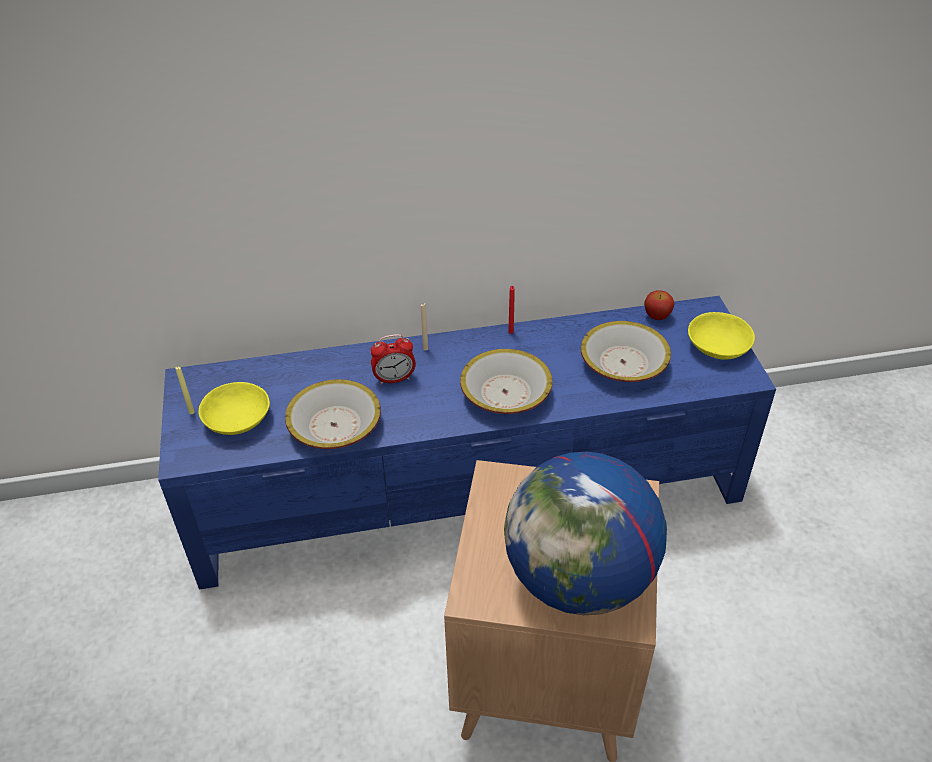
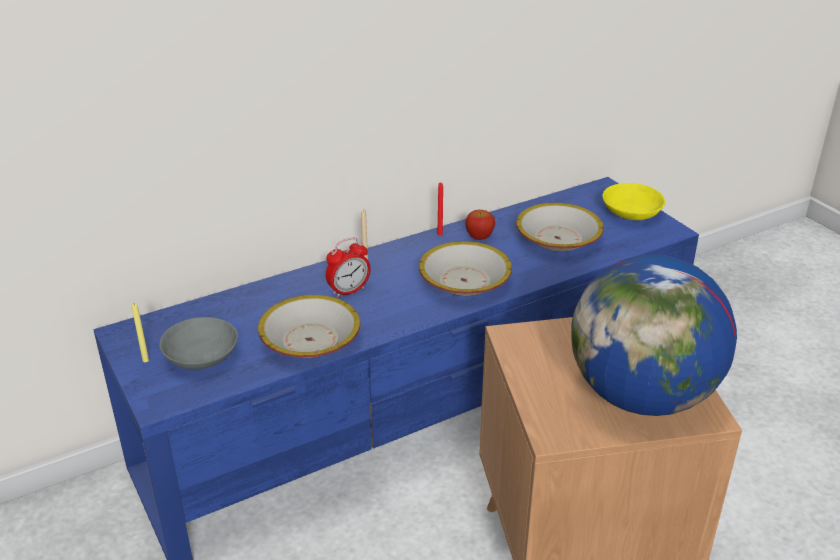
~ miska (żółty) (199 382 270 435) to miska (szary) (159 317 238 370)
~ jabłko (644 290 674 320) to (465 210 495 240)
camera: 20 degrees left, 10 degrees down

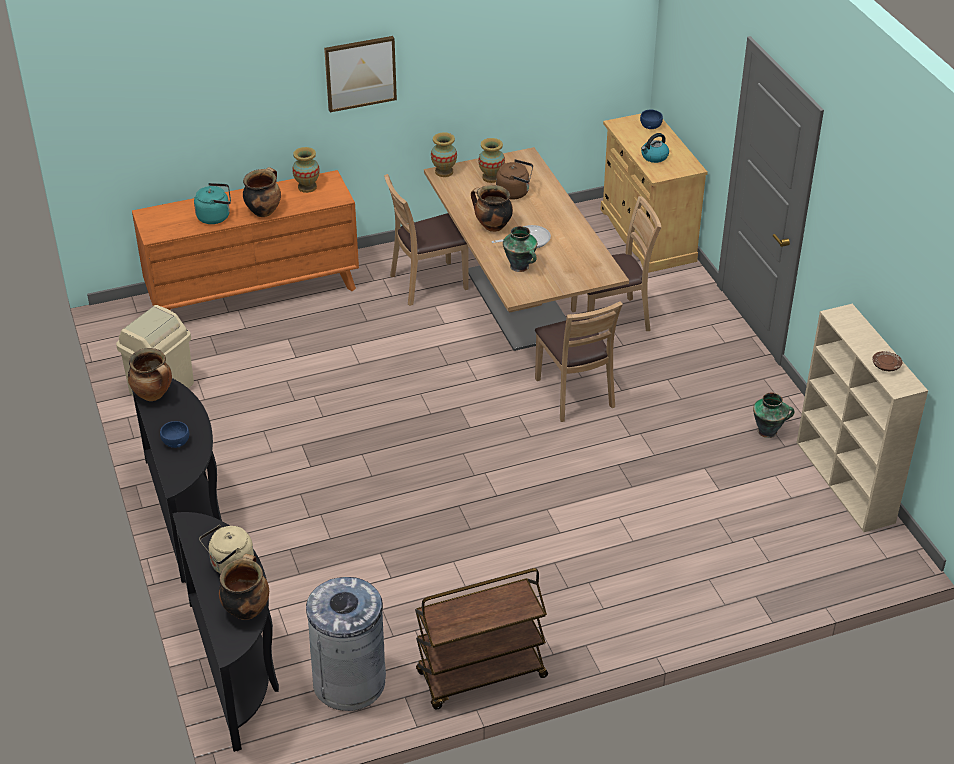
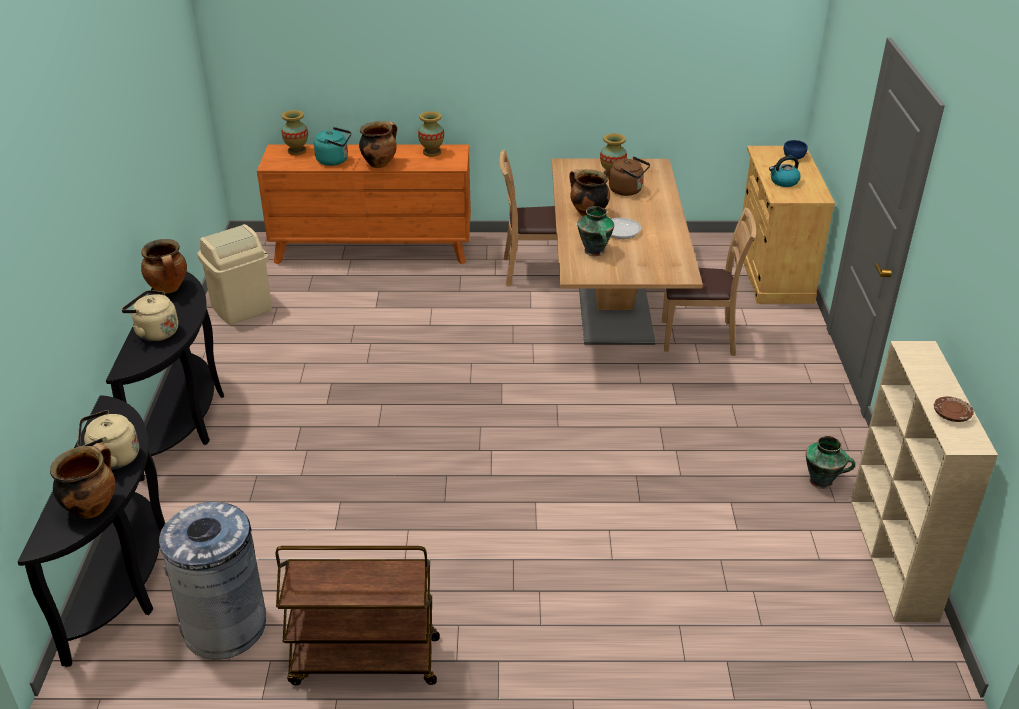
~ miska (niebieski) (160 421 189 448) to czajnik (beżowy) (121 290 178 341)
~ wazon (431 132 457 177) to (281 110 308 155)
- obraz (324 36 397 112)
- krzesło (brązowy) (535 301 623 422)
camera: 20 degrees right, 5 degrees down

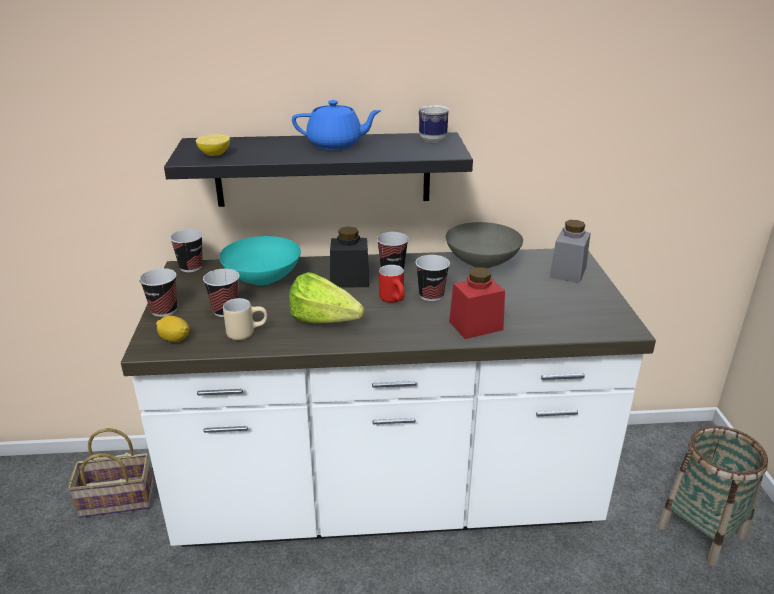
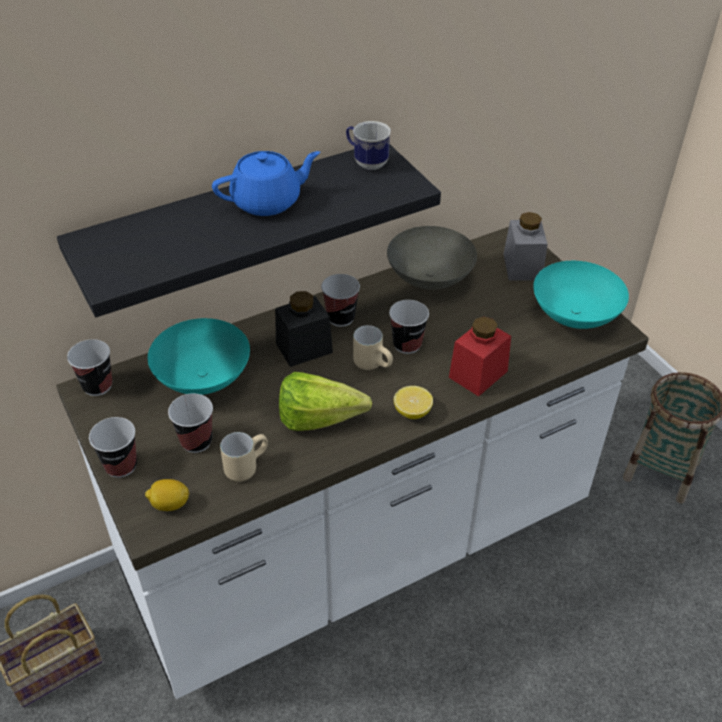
~ kubek (czerwony) (379 265 405 303) to kubek (beżowy) (353 325 393 370)
~ cytryna (196 134 230 156) to (394 386 433 419)
+ miska (turkusowy) (533 261 629 329)
camera: 25 degrees left, 15 degrees up

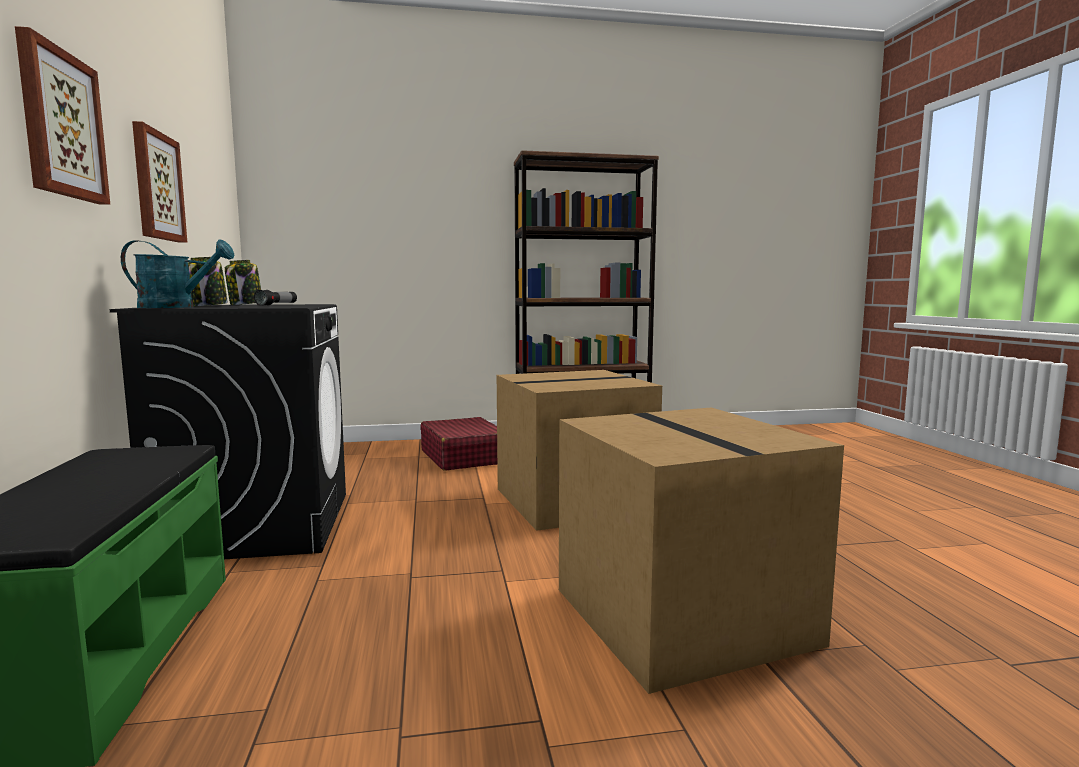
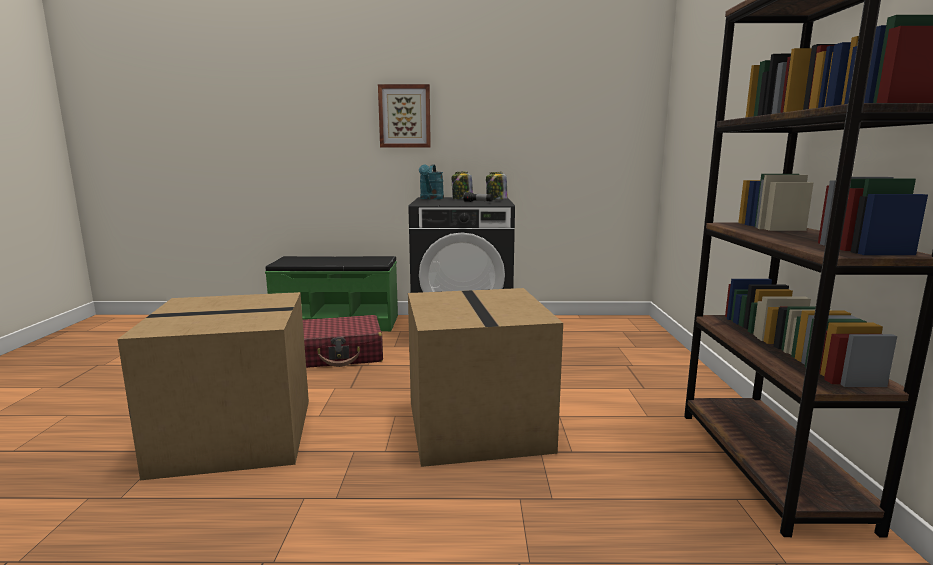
~ walizka (czerwony) (420 417 497 471) to (303 315 383 368)
- obraz (132 121 187 243)
camera: 100 degrees right, 5 degrees up

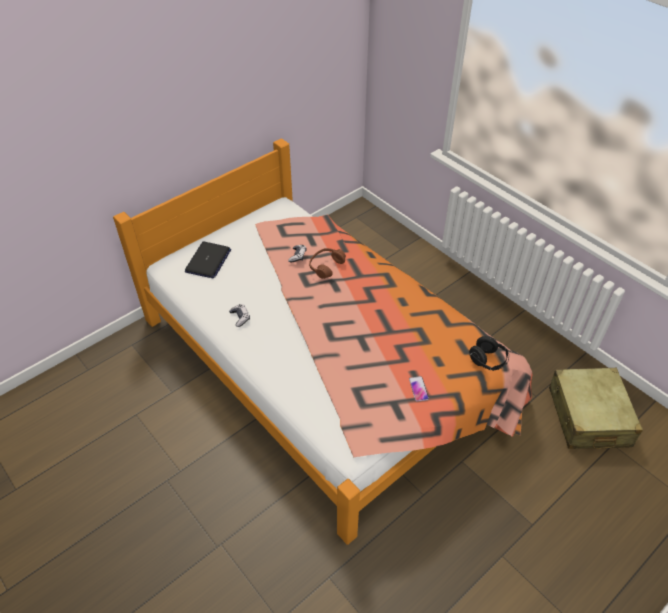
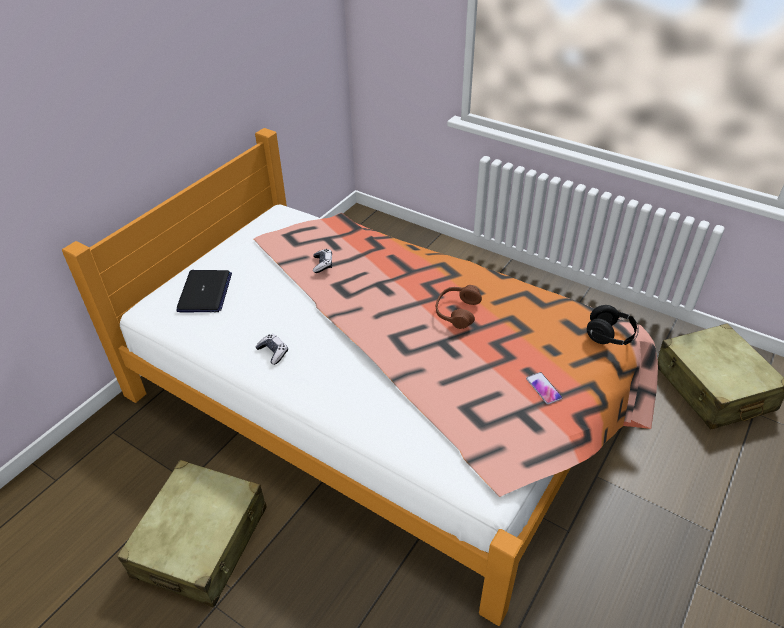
+ walizka (beżowy) (117 460 267 607)
~ słuchawki (brązowy) (309 248 346 279) to (436 285 482 329)
camera: 15 degrees left, 5 degrees down

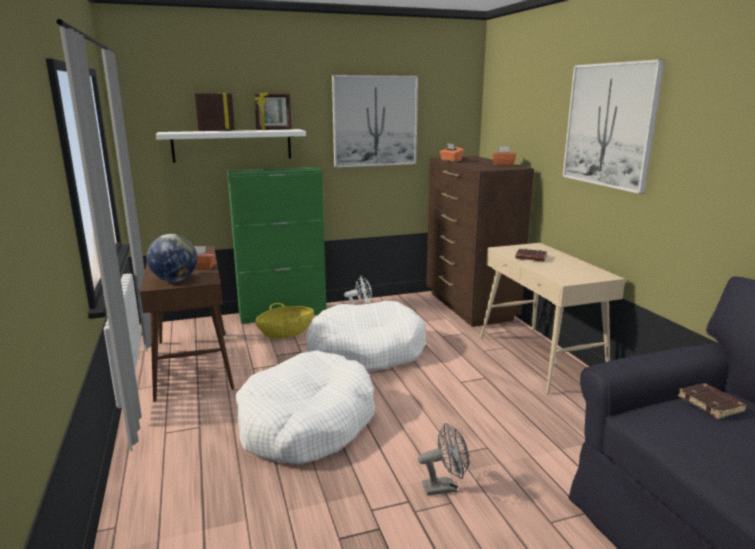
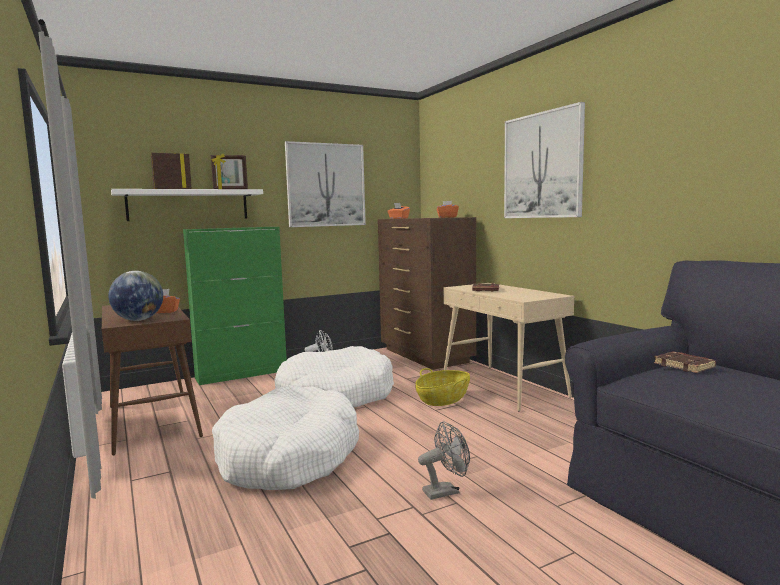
~ koszyk (255 303 314 339) to (415 368 470 406)
camera: 10 degrees left, 10 degrees down

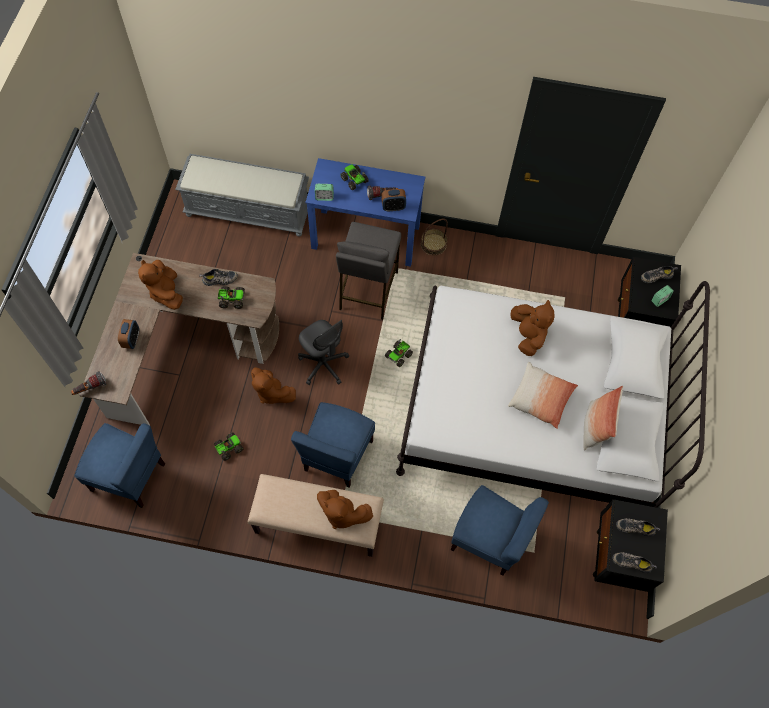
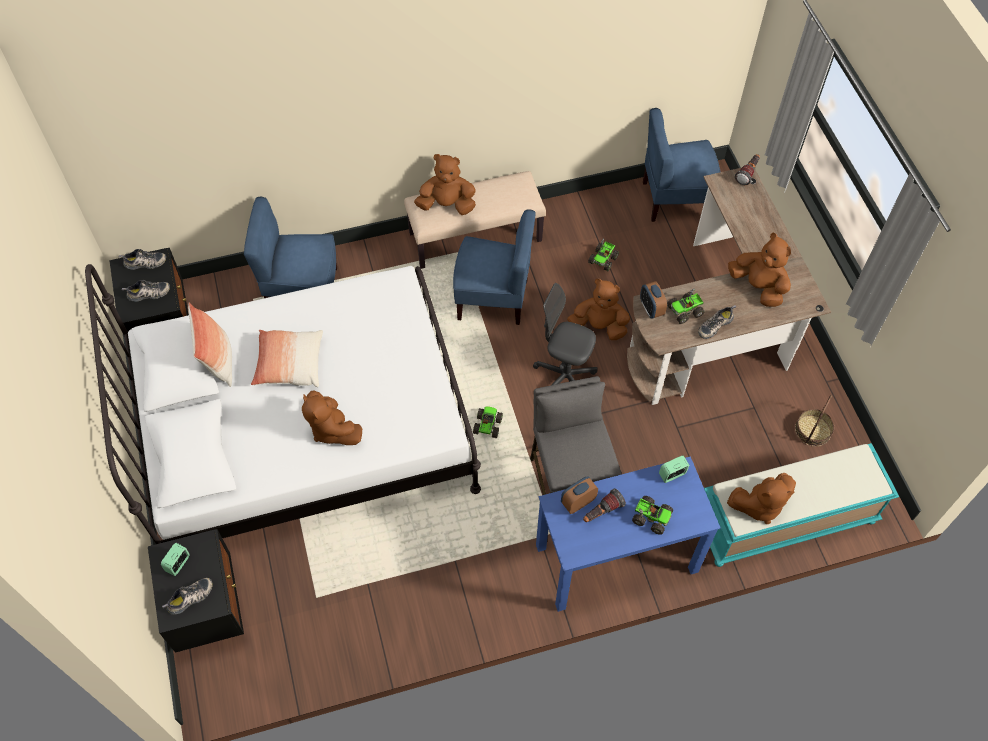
~ krzesło (niebieski) (291 402 375 488) = (453 209 536 325) 105 degrees clockwise
~ budzik (118 319 139 349) to (640 281 667 319)
~ ławka (szary) (175 154 309 237) to ławka (turkusowy) (704 443 899 567)
+ pluszak (brązowy) (727 473 796 524)
~ koszyk (420 219 448 256) to (795 395 834 447)
camera: 155 degrees right, 5 degrees down

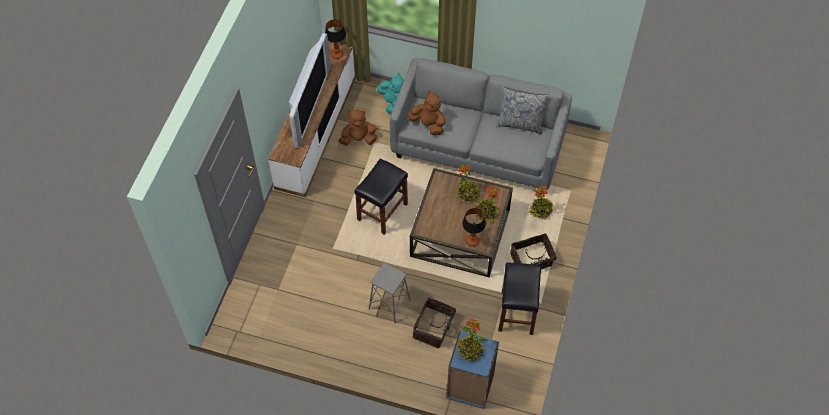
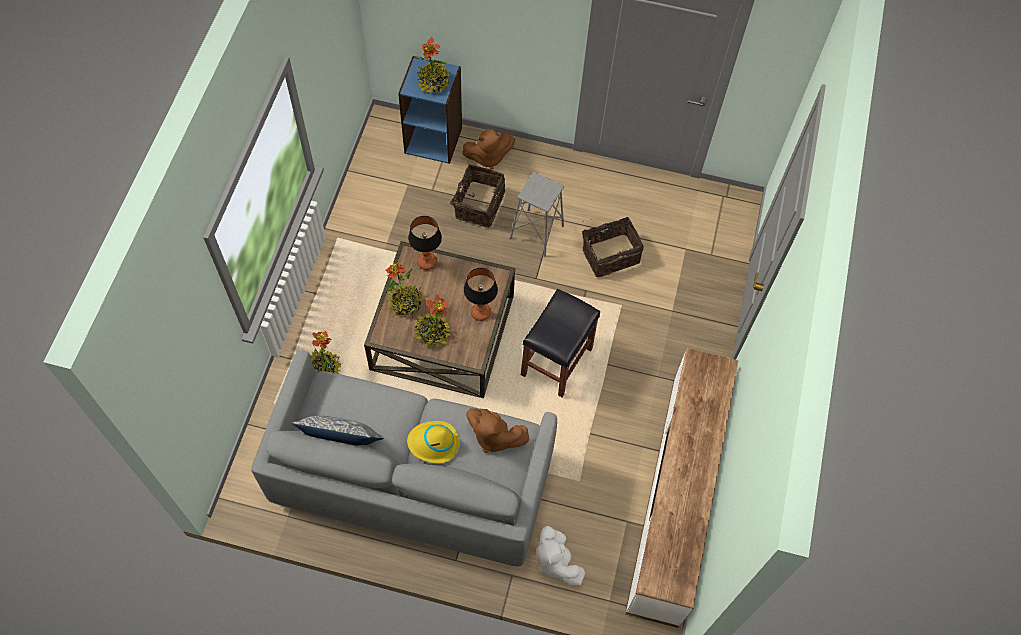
+ kapelusz (żółty) (407 421 460 464)
~ pluszak (brązowy) (339 110 377 146) to (462 129 515 170)
~ lampa stołowa (325 19 346 59) to (464 268 498 321)
~ pluszak (turkusowy) (377 73 404 114) to pluszak (biały) (537 526 585 586)
~ koszyk (510 233 557 269) to (582 217 644 277)
- telewizor (289 33 331 148)
- stołek (czarny) (498 262 541 335)
camera: 175 degrees right, 5 degrees up

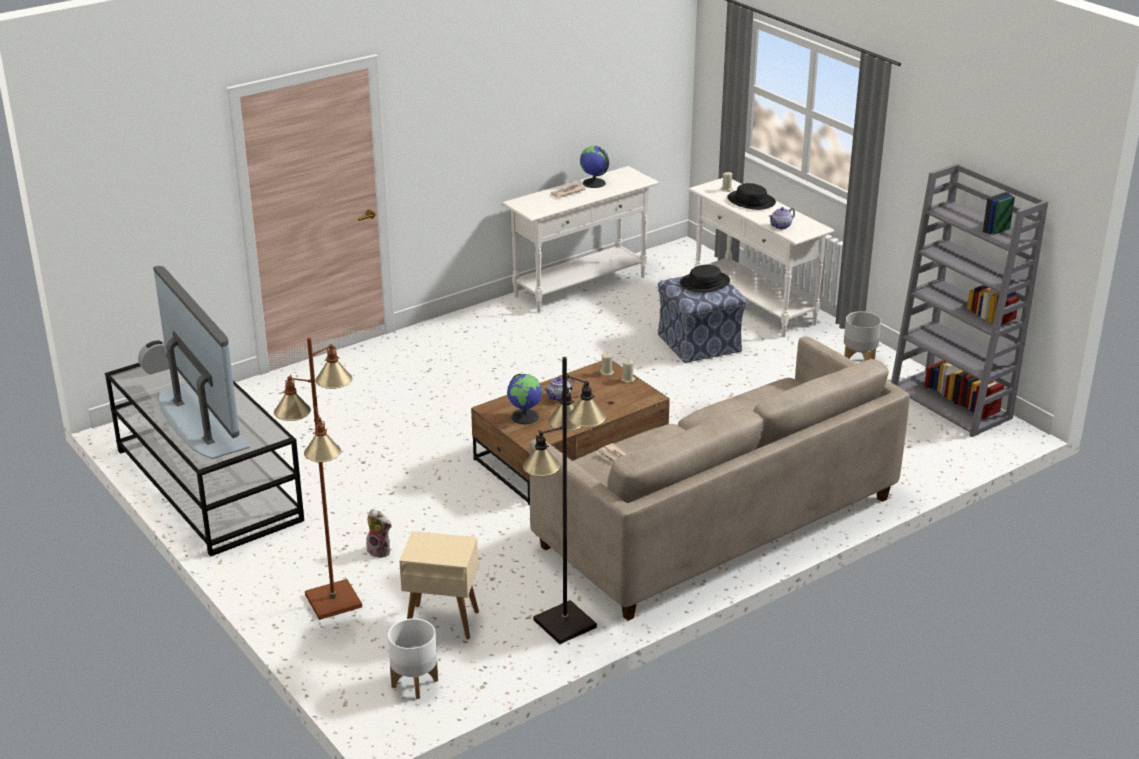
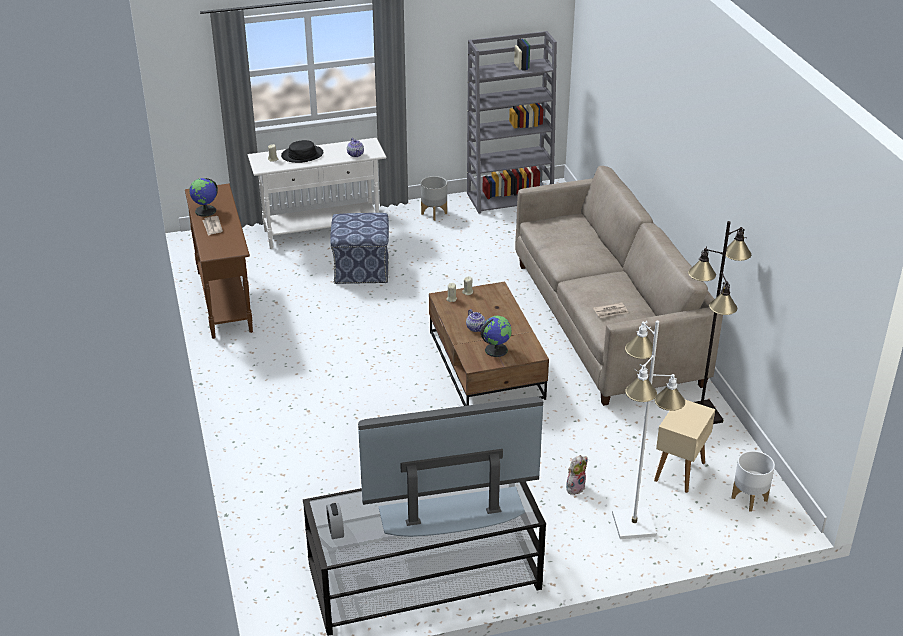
~ stolik konsolowy (biały) (502 166 659 313) to stolik konsolowy (brązowy) (185 184 253 339)
~ lampa stojąca (brązowy) (274 337 362 620) to lampa stojąca (biały) (612 321 685 539)
- kapelusz (czarny) (680 264 730 292)
camera: 70 degrees left, 5 degrees up

